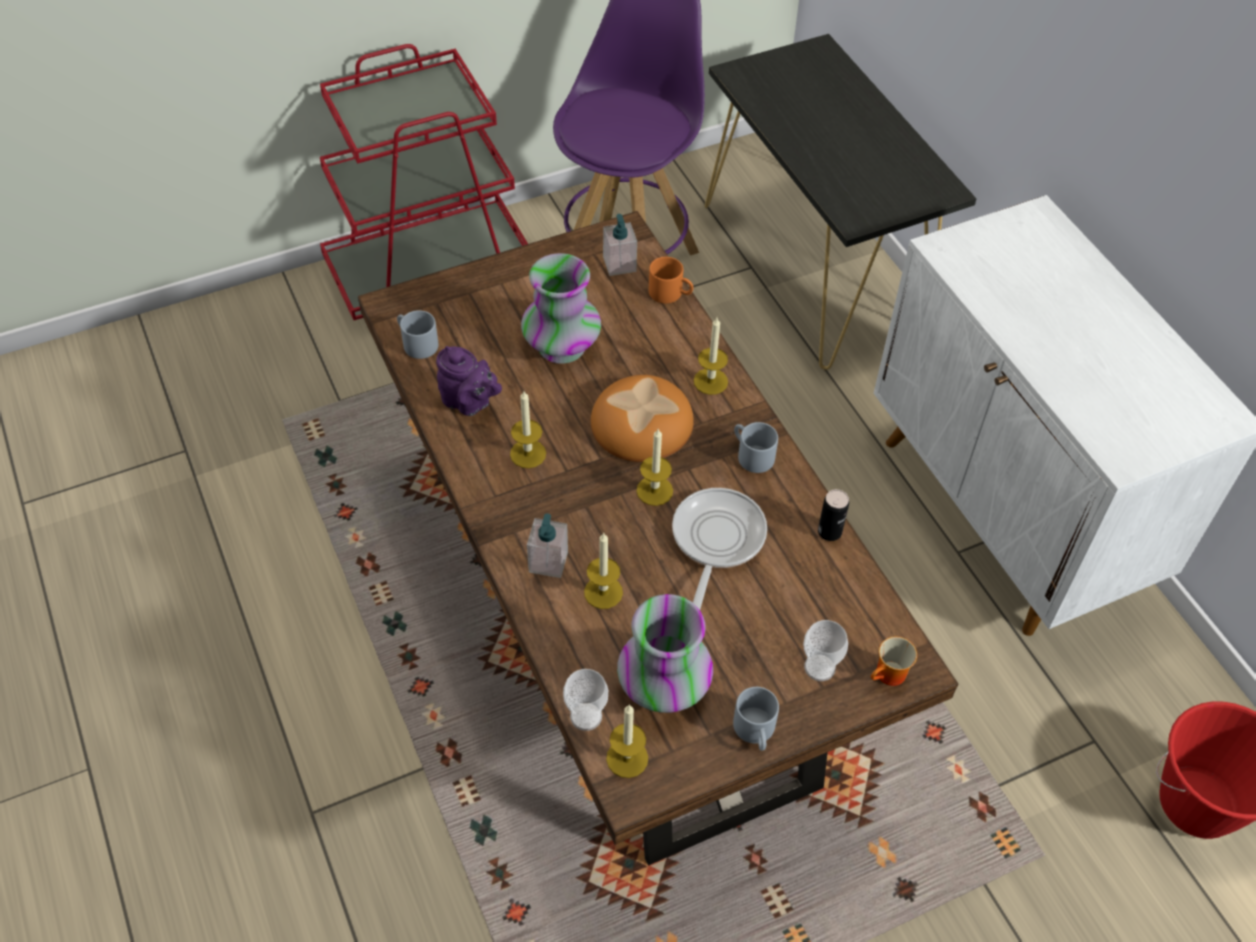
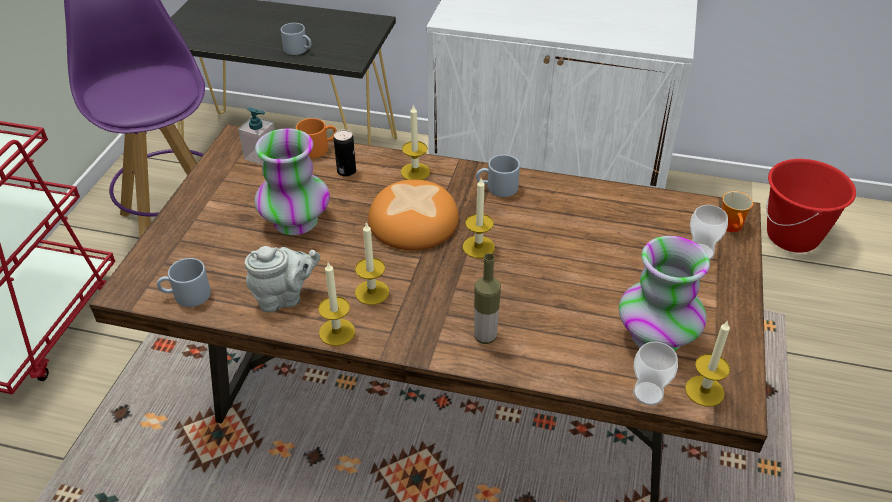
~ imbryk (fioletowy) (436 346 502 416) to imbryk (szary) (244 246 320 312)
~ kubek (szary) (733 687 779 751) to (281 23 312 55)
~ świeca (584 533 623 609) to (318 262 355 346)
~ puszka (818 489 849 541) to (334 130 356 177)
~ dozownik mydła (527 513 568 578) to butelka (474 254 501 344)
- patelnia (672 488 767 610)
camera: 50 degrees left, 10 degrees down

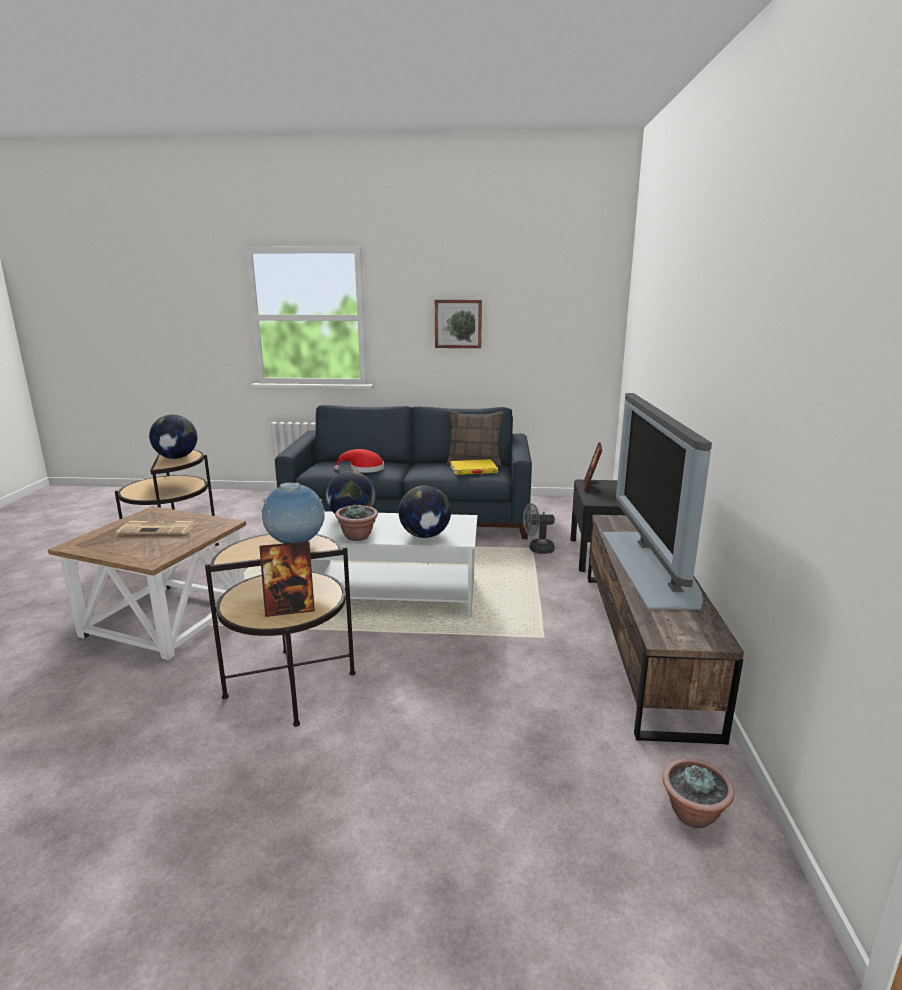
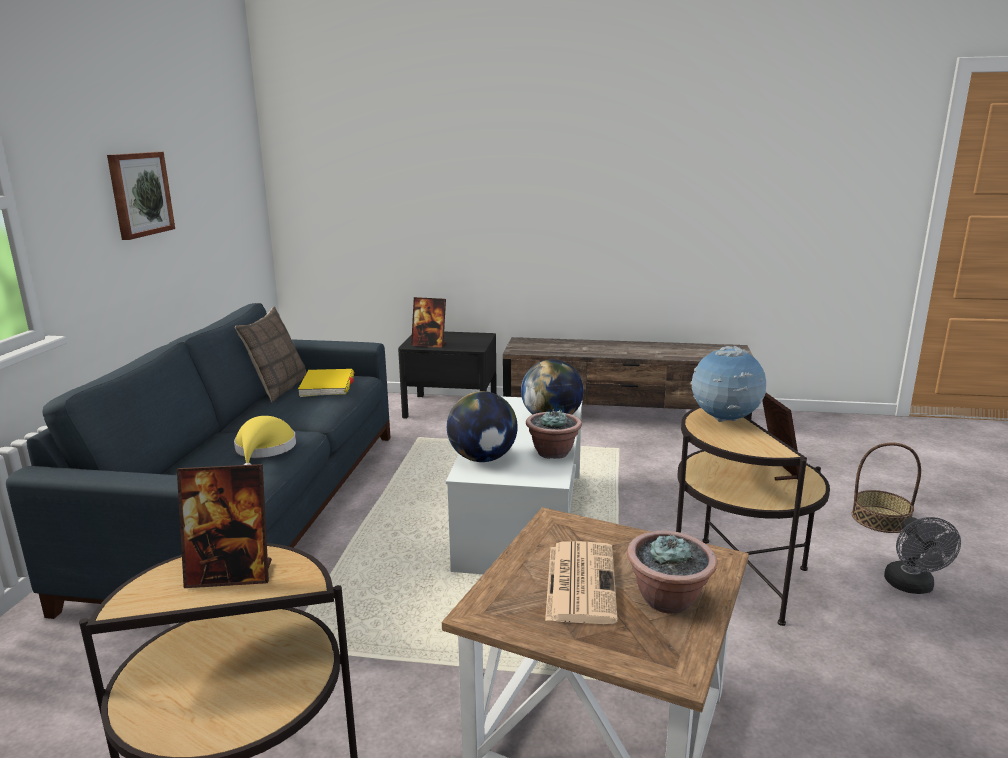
~ globus (149 415 197 459) to ramka na zdjęcie (177 464 272 588)
~ kapelusz (czerwony) (334 449 384 473) to kapelusz (żółty) (234 416 296 465)
~ roślina doniczkowa (663 758 735 828) to (627 530 717 614)
+ koszyk (852 442 921 533)
~ wentylator (szary) (523 503 555 554) to (884 517 961 594)
- telewizor (603 393 712 610)
camera: 85 degrees left, 0 degrees up

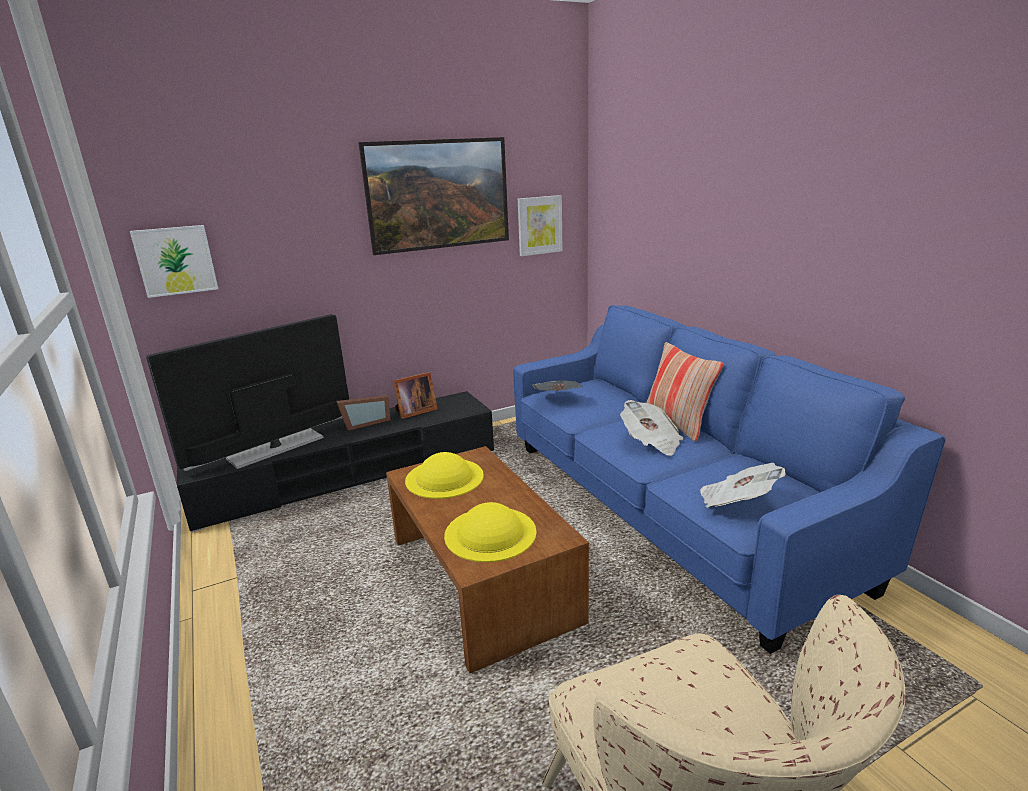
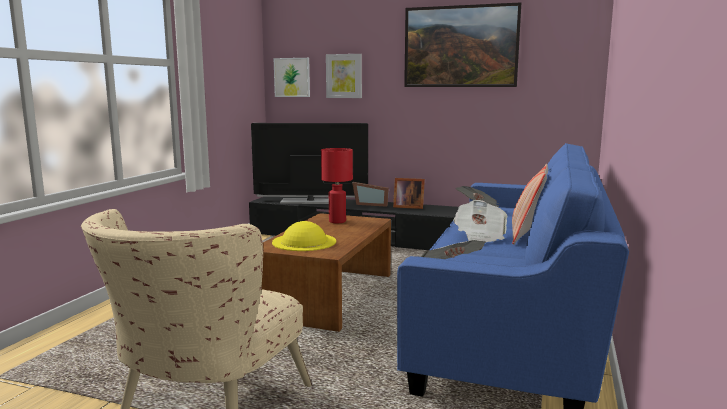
~ kapelusz (żółty) (405 452 484 499) to lampa stołowa (czerwony) (321 148 353 223)
~ obraz (518 195 562 256) to (326 54 362 98)
camera: 45 degrees right, 10 degrees down

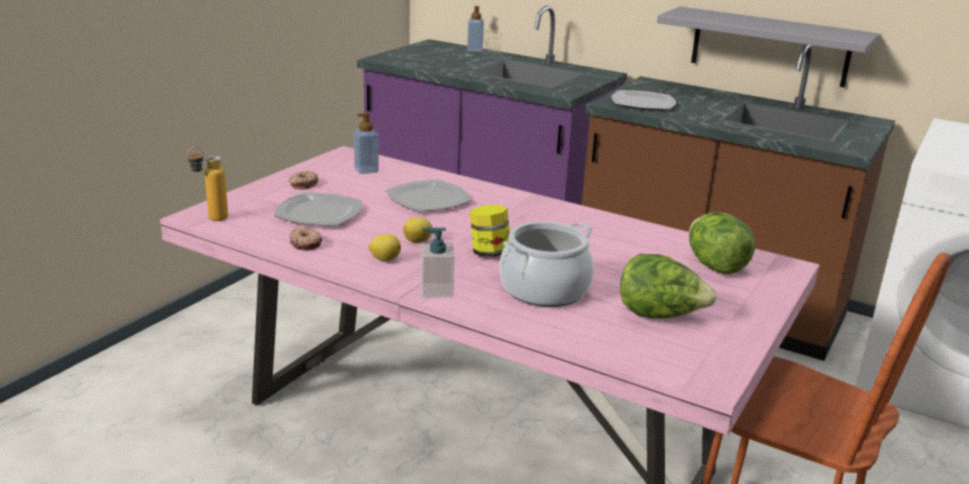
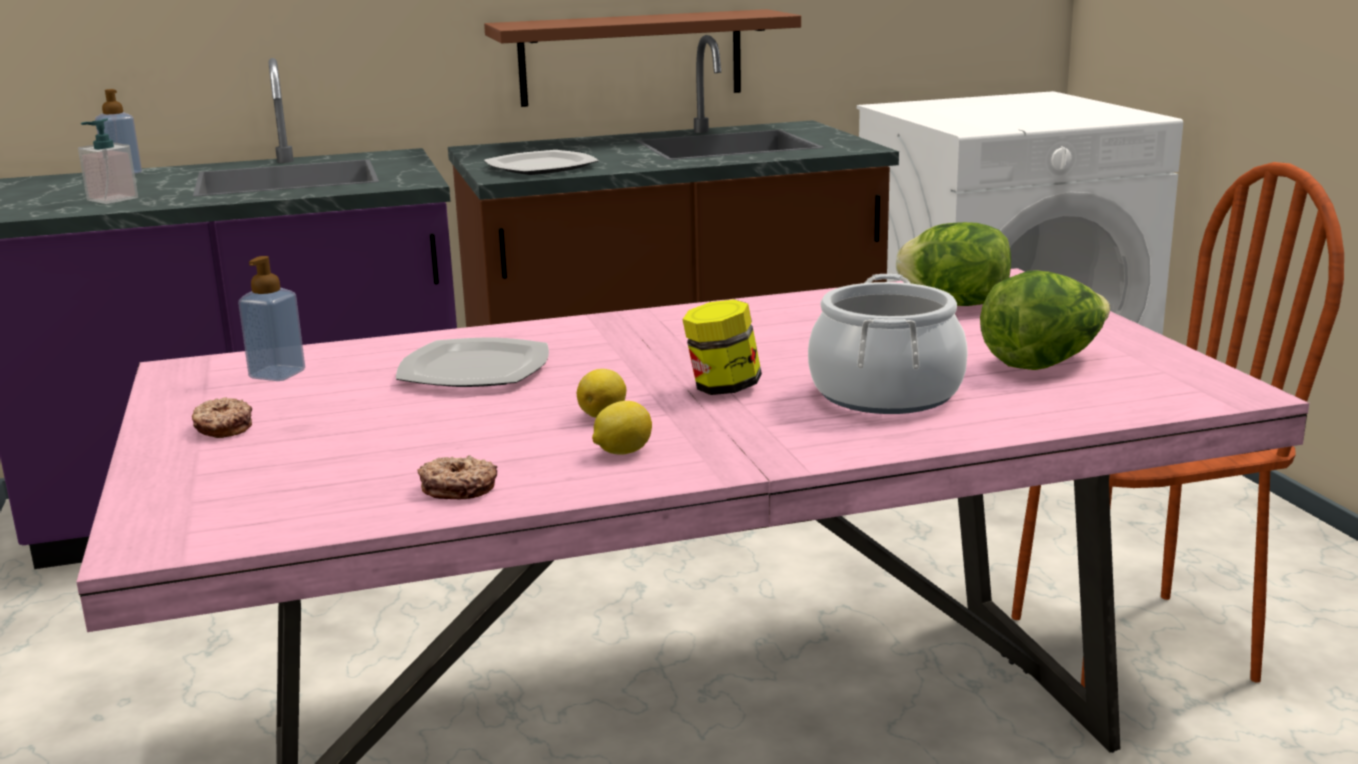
~ dozownik mydła (421 228 455 298) to (78 119 138 204)
~ półka (szary) (657 7 880 87) to półka (brązowy) (484 9 801 107)
- butelka (187 147 228 221)
- talerz (274 192 363 226)
camera: 45 degrees left, 5 degrees down

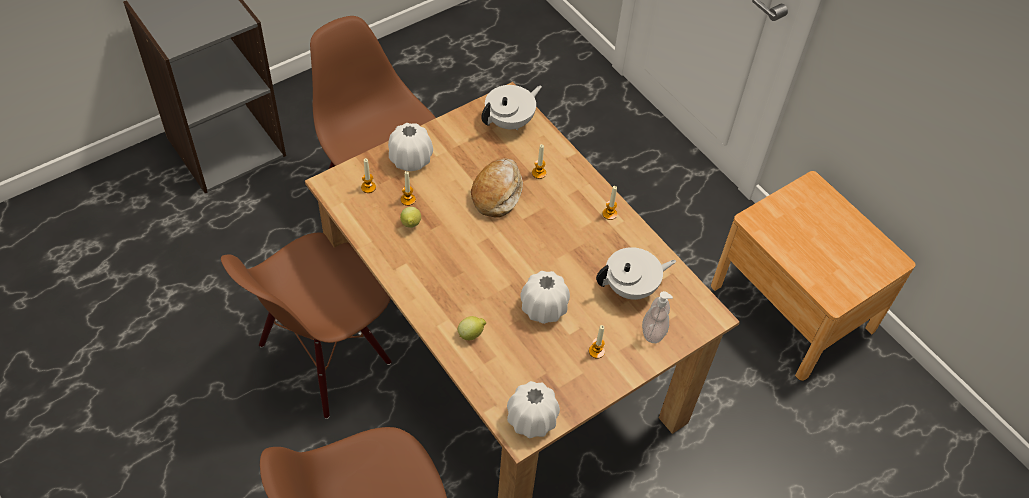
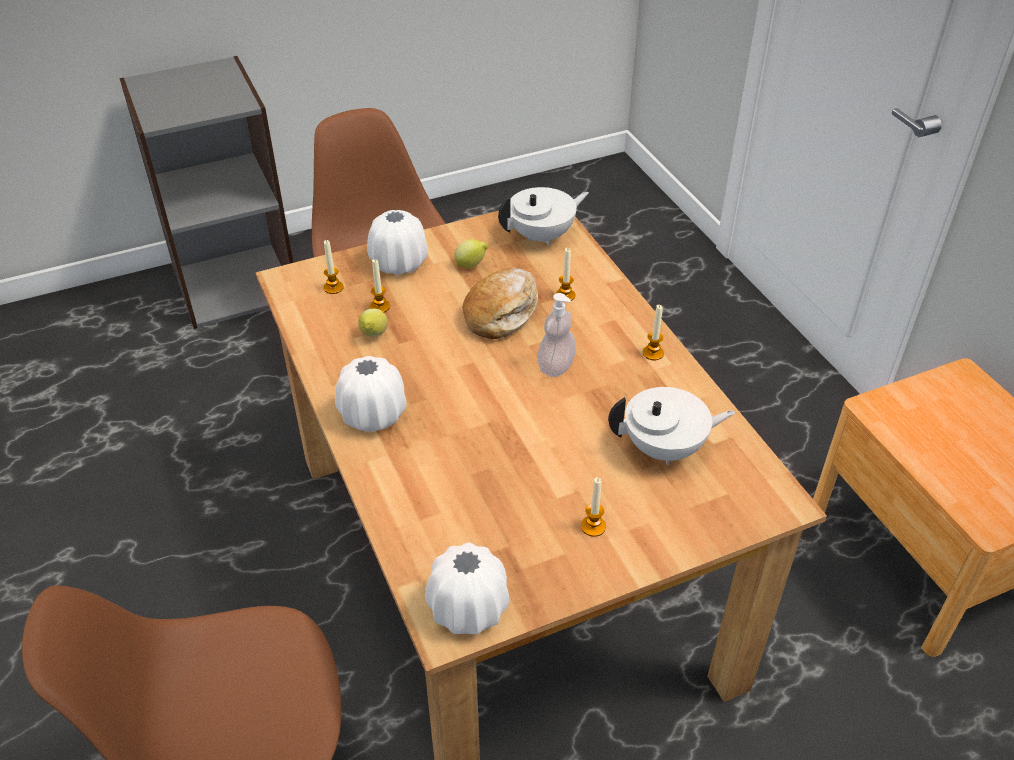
~ wazon (biały) (520 271 570 324) to (335 356 406 432)
~ cytryna (458 316 486 340) to (454 239 488 269)
~ dozownik mydła (642 291 673 343) to (537 293 576 377)
- krzesło (brązowy) (221 232 391 419)
camera: 15 degrees right, 10 degrees down

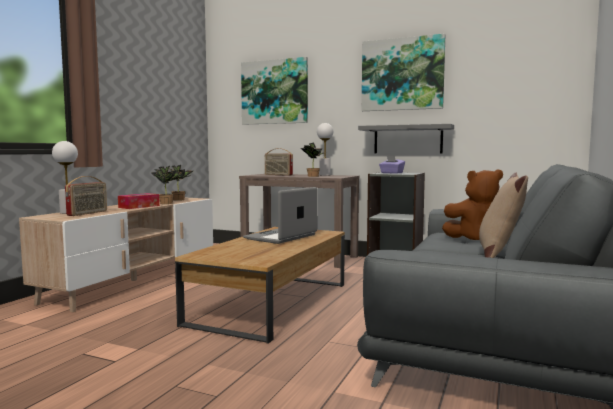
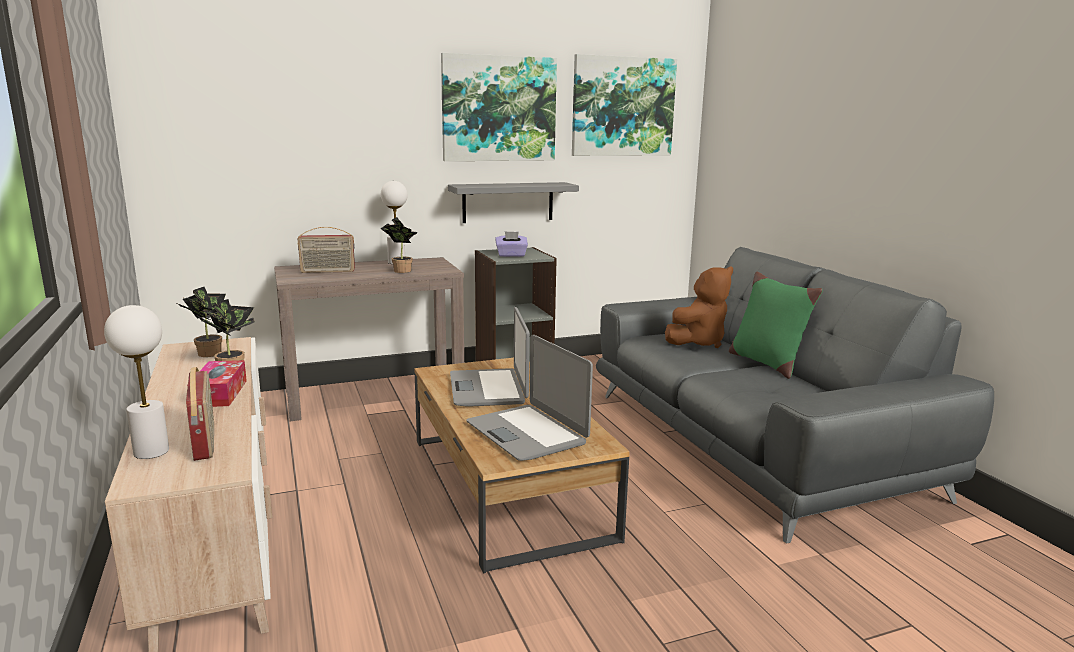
+ laptop (467 335 593 461)
~ obraz (241 57 308 125) to (572 54 677 156)
~ poduszka (beżowy) (479 173 528 258) to poduszka (zielony) (729 272 823 379)
camera: 45 degrees left, 10 degrees up

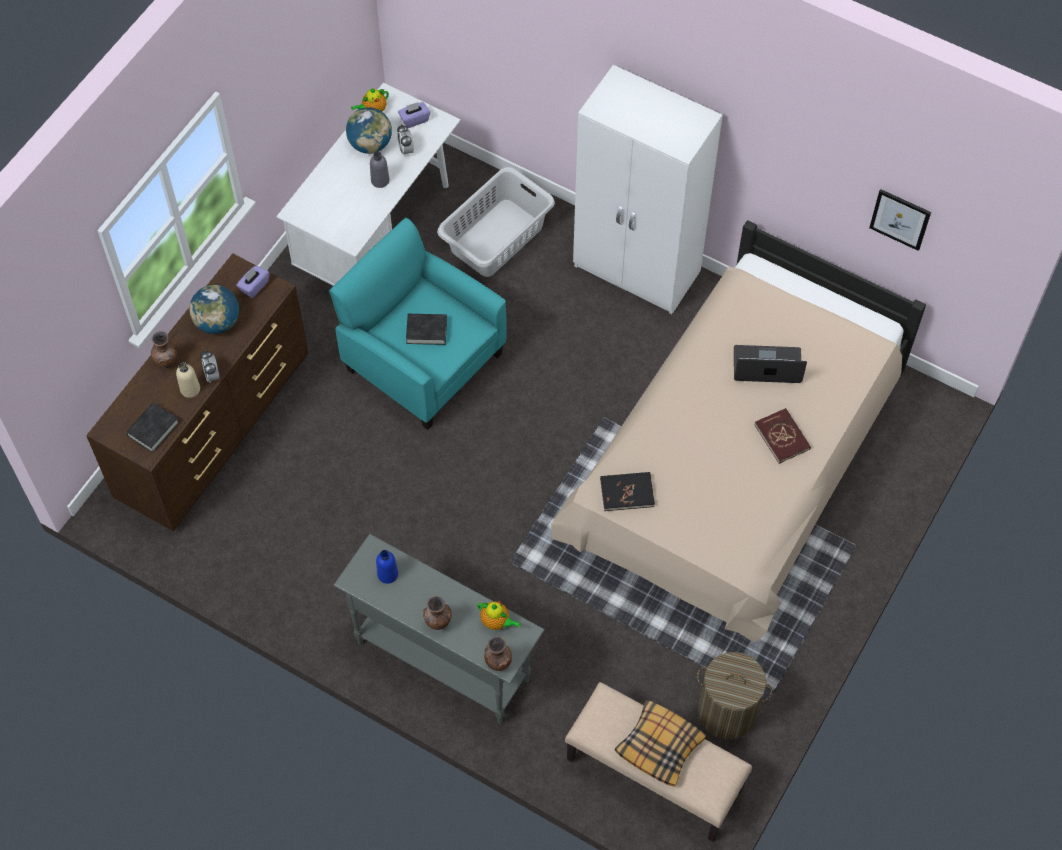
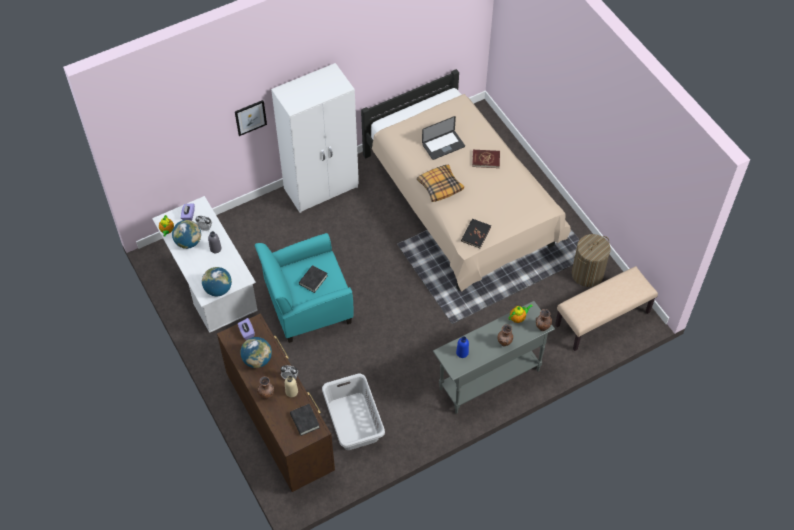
+ globus (202 267 232 296)
~ obraz (869 189 931 251) to (235 100 267 136)
~ kosz na pranie (szary) (437 167 555 277) to (322 374 385 450)
~ poduszka (615 700 706 787) to (417 164 464 202)
~ laptop (734 345 807 383) = (422 116 465 160) 150 degrees counterclockwise
camera: 60 degrees left, 5 degrees down

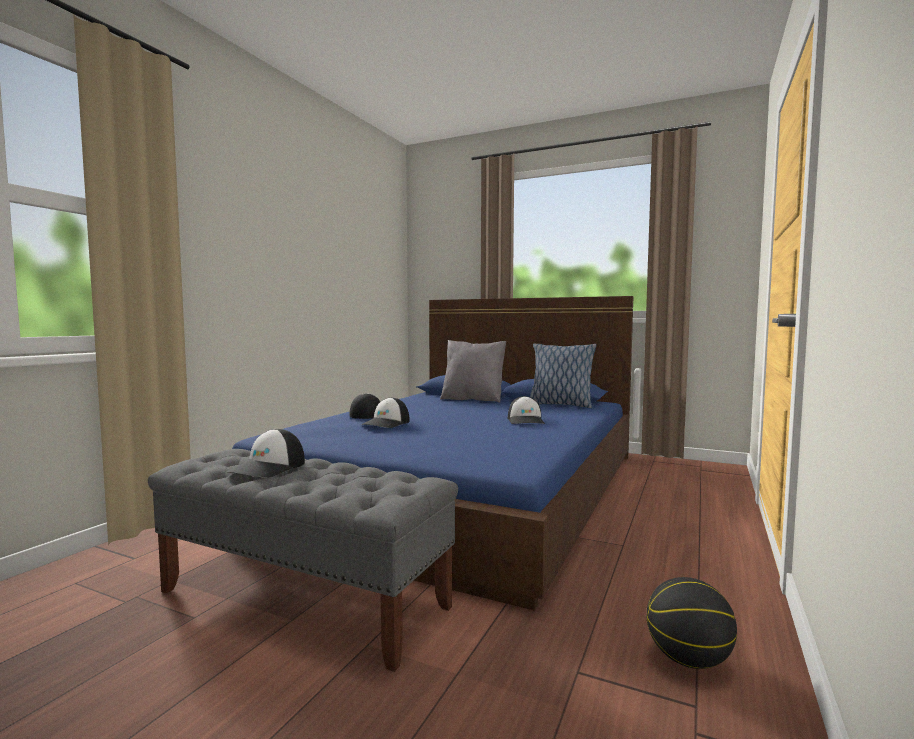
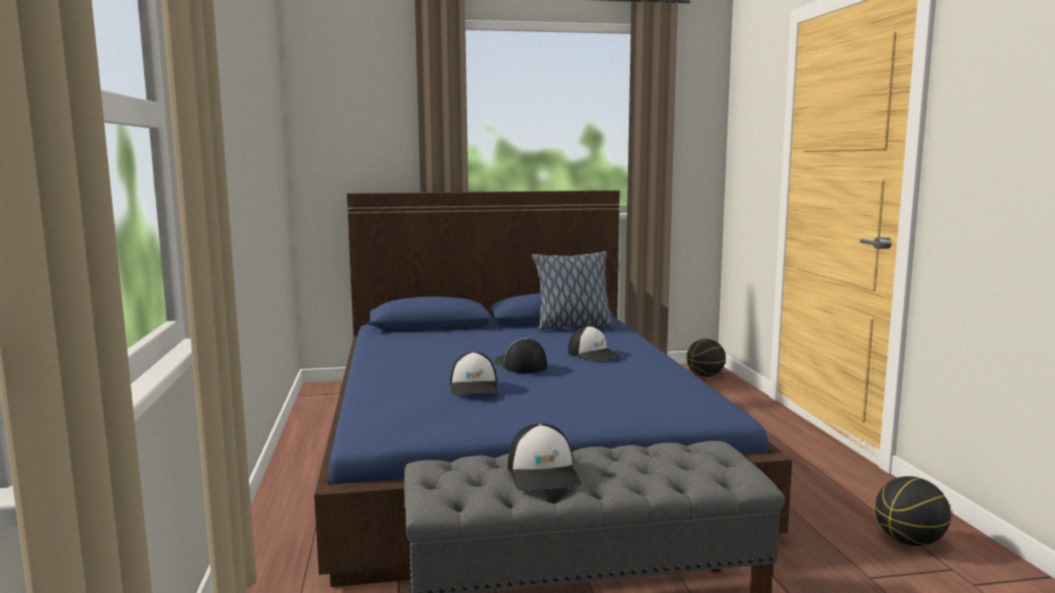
~ czapka z daszkiem (350 393 380 419) to (494 338 547 373)
+ piłka do koszykówki (687 339 726 377)
- poduszka (szary) (440 340 506 403)
camera: 35 degrees left, 5 degrees up

